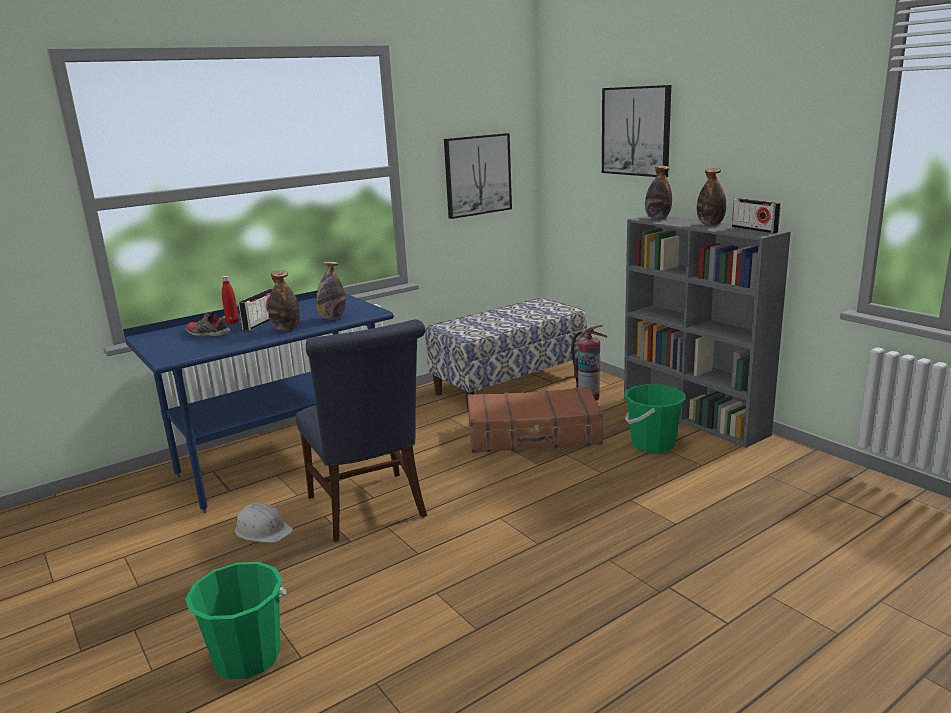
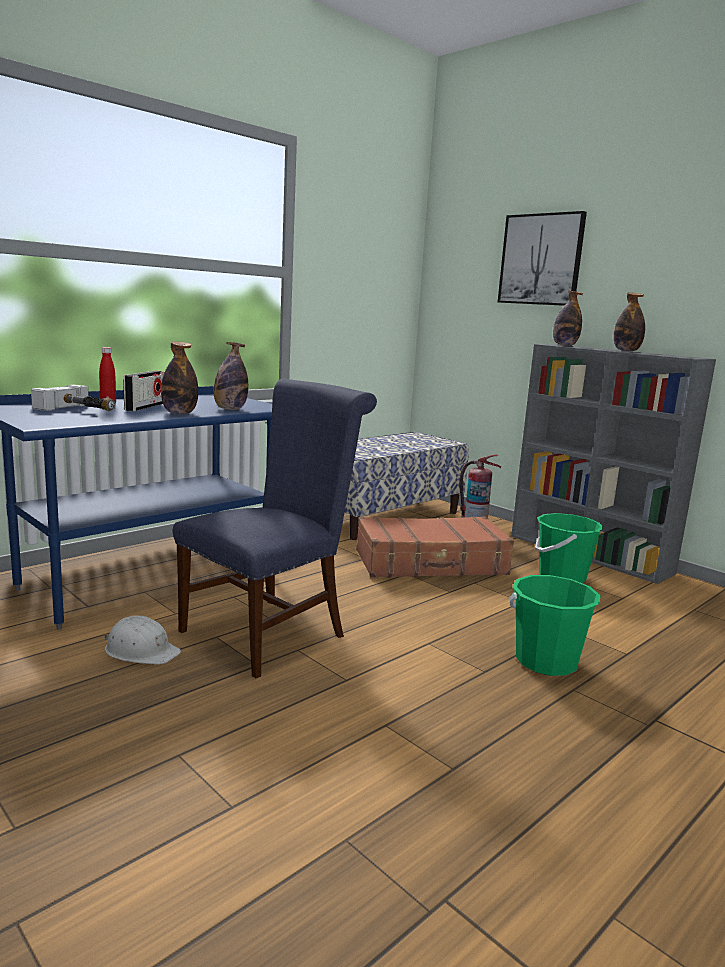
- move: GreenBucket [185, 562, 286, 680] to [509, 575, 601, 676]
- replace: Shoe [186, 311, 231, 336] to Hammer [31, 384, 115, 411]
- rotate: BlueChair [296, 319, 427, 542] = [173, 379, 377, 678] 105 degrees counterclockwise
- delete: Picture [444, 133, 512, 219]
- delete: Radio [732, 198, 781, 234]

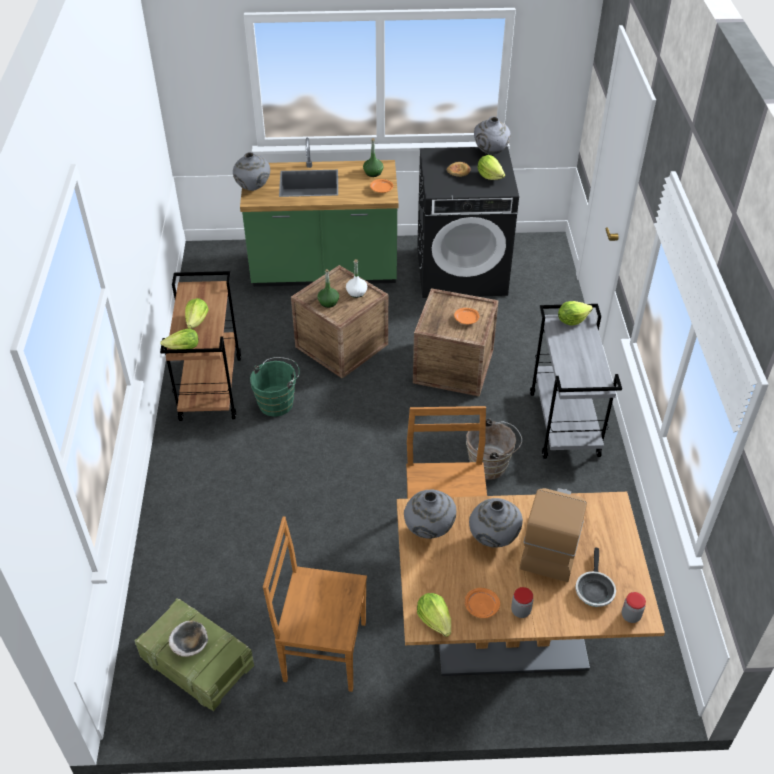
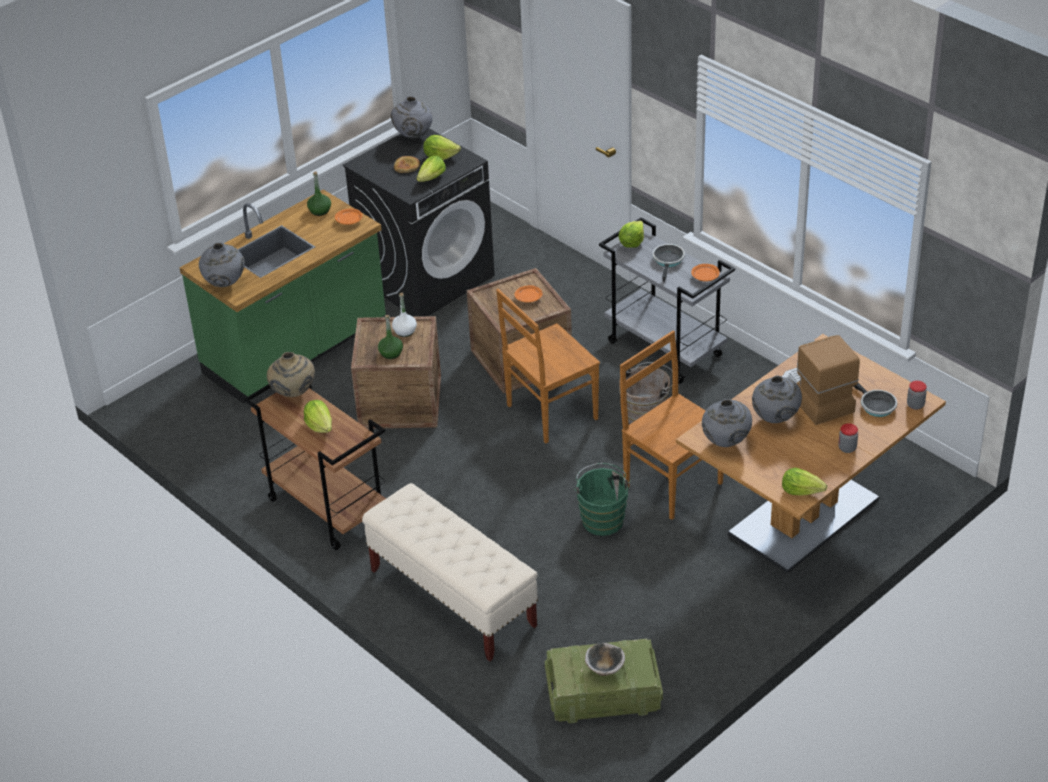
- move: Lettuce [160, 328, 198, 349] to [416, 156, 446, 182]
- move: GreenBucket [250, 357, 299, 417] to [574, 463, 631, 536]
- move: BrownChair [263, 516, 367, 692] to [496, 289, 600, 443]
- move: OrangePlate [465, 588, 500, 618] to [691, 264, 720, 282]
- insert: BeigeVase [267, 352, 315, 397]
- insert: BeigeBench [362, 483, 538, 661]
- insert: FryingPan [653, 244, 685, 282]

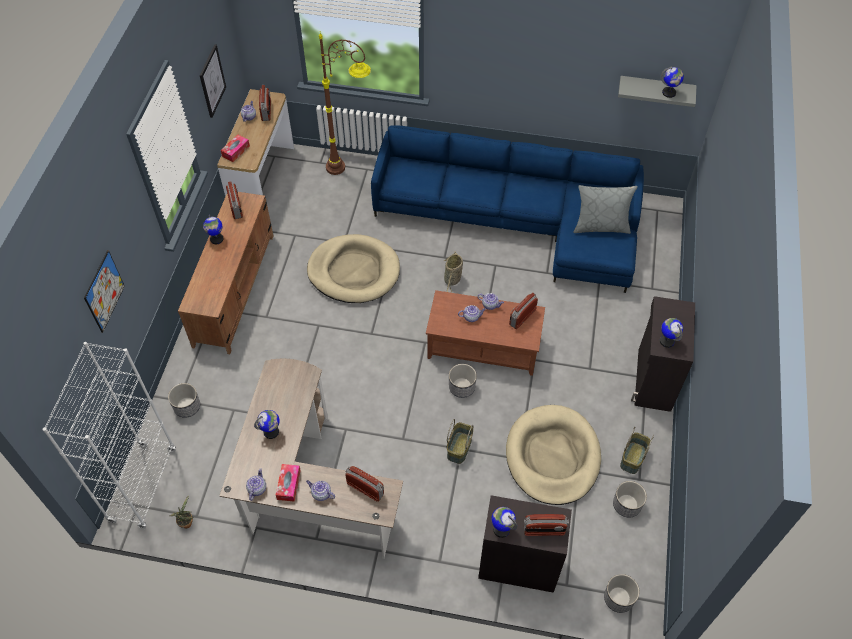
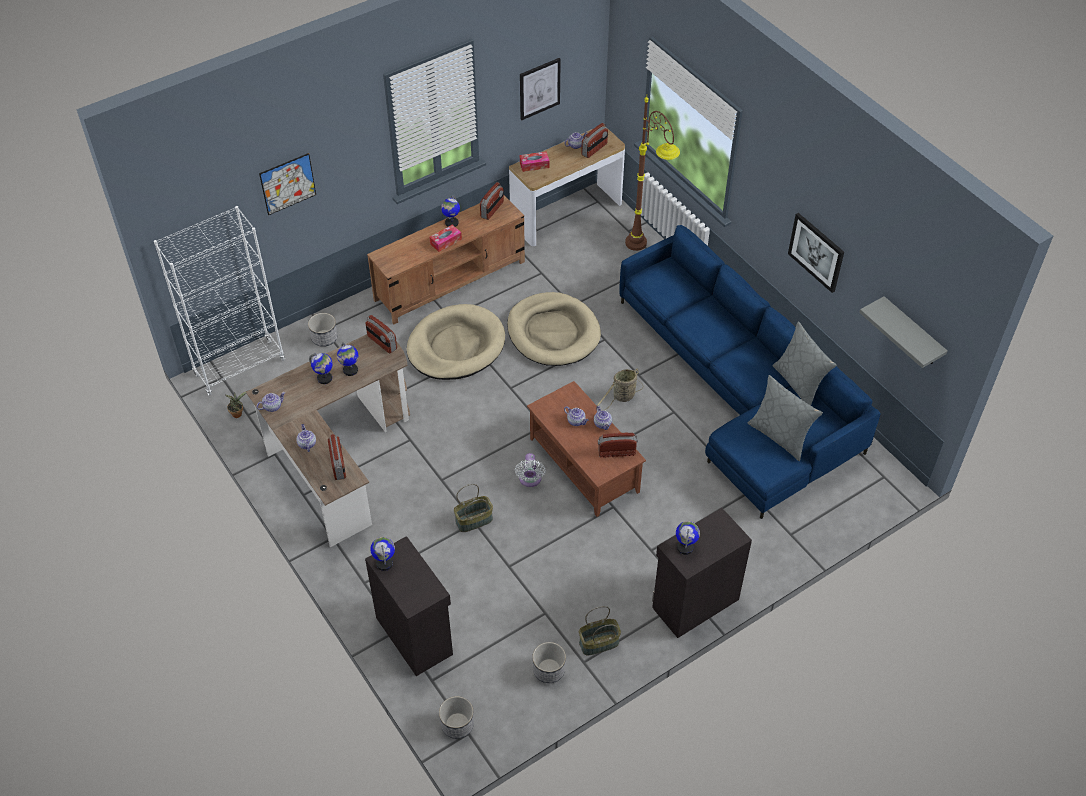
- move: TissueBox [276, 464, 301, 502] to [429, 224, 462, 252]
- replace: Planter [449, 364, 477, 398] to WhiteFan [515, 453, 546, 487]
- move: BeigeDogBed [506, 405, 601, 505] to [407, 304, 505, 380]
- move: Radio [524, 514, 569, 536] to [366, 315, 397, 353]
- move: Globe [661, 66, 684, 98] to [337, 343, 358, 376]
- insert: GreyPillow [773, 321, 837, 405]
- insert: Picture [788, 213, 844, 293]

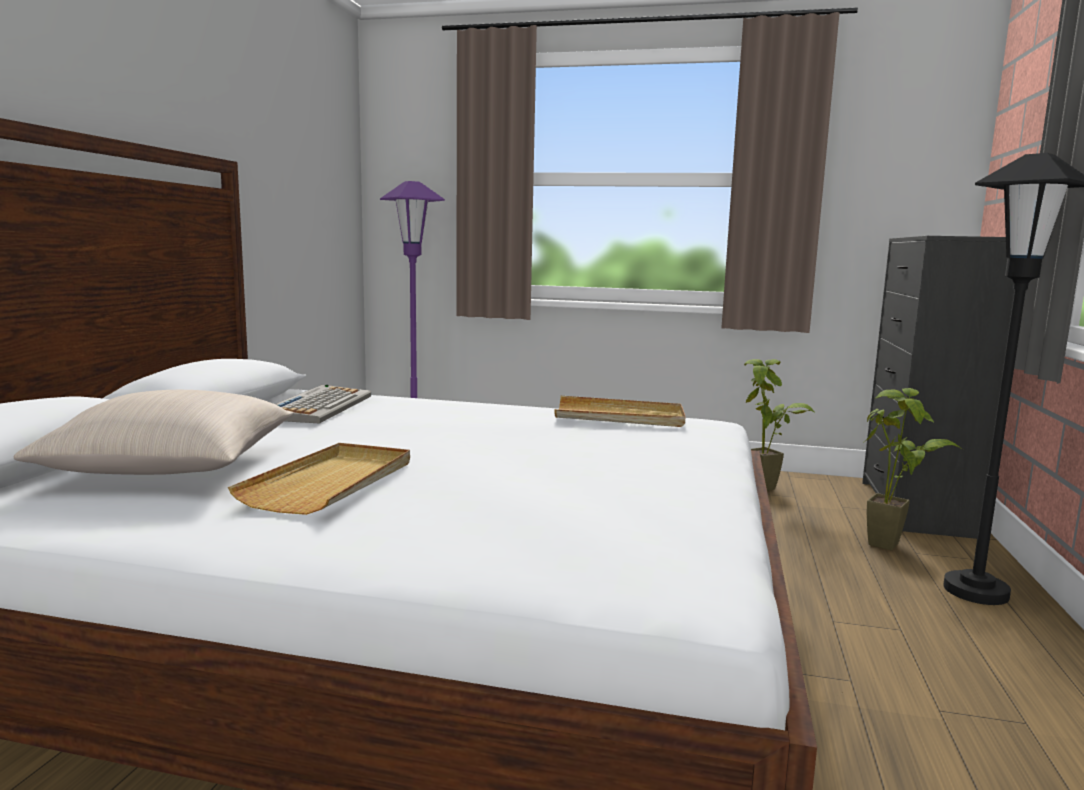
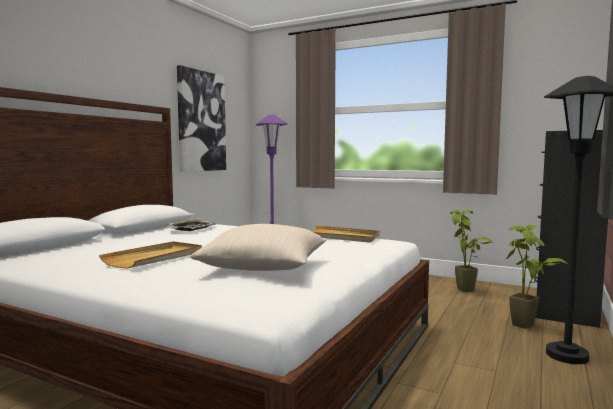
- move: BeigePillow [14, 390, 294, 475] to [190, 224, 327, 271]
- replace: Keyboard [275, 385, 371, 424] to Tray [167, 220, 215, 231]
- insert: Picture [177, 65, 226, 172]

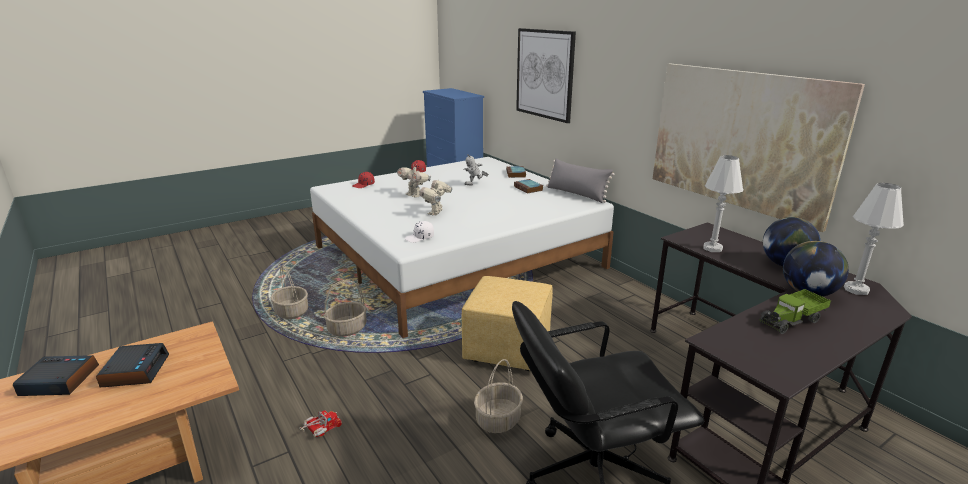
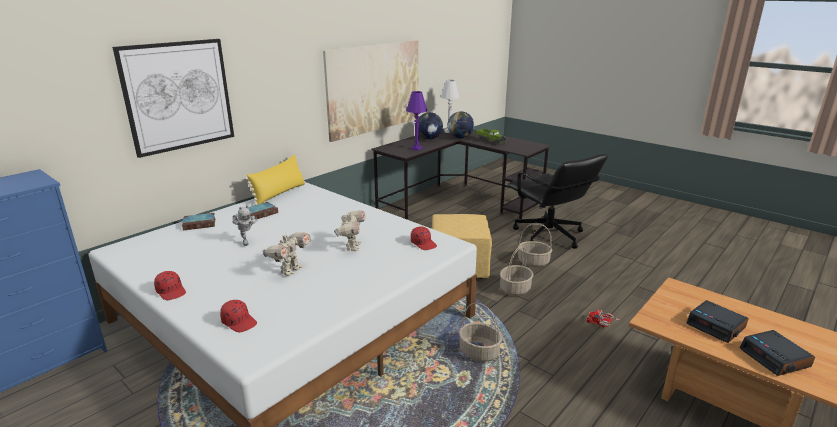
- rotate: AlarmClock [96, 343, 169, 387] = [687, 300, 749, 343] 105 degrees counterclockwise
- move: Basket [271, 265, 308, 319] to [500, 246, 533, 296]
- recolor: WhiteCap [404, 221, 434, 243] to RedCap [411, 226, 437, 250]
- rotate: ToyRobot [419, 180, 453, 215] = [334, 210, 366, 251] 90 degrees counterclockwise
- recolor: GreyPillow [546, 158, 615, 203] to YellowPillow [245, 155, 305, 205]
- recolor: WhiteTableLamp [703, 155, 743, 252] to PurpleTableLamp [406, 91, 427, 150]

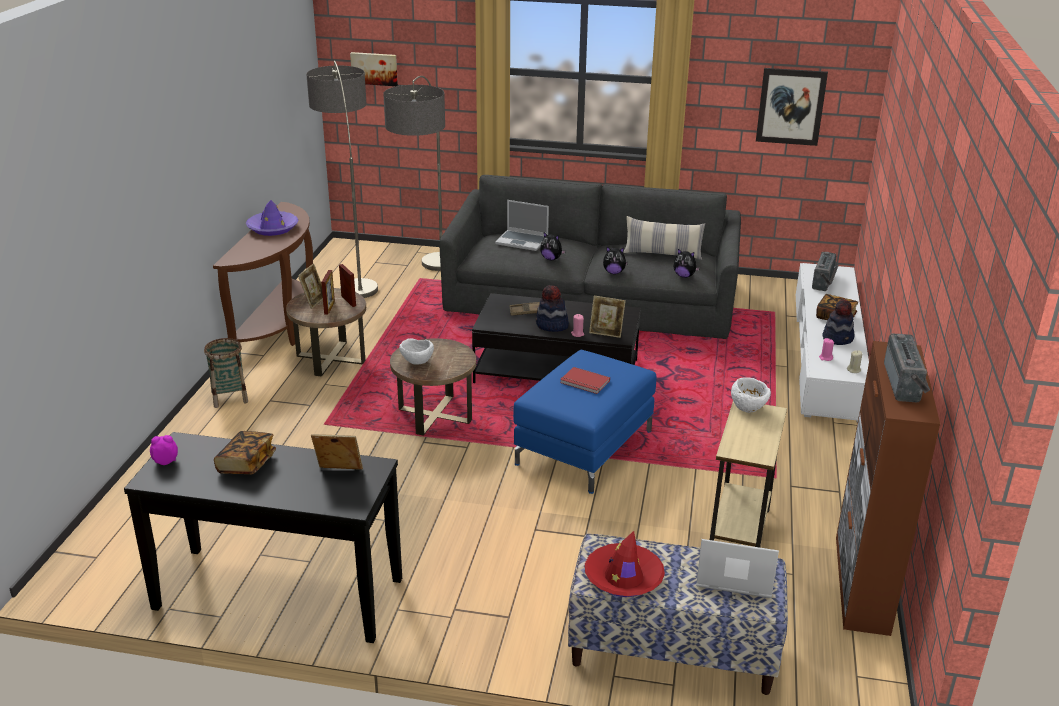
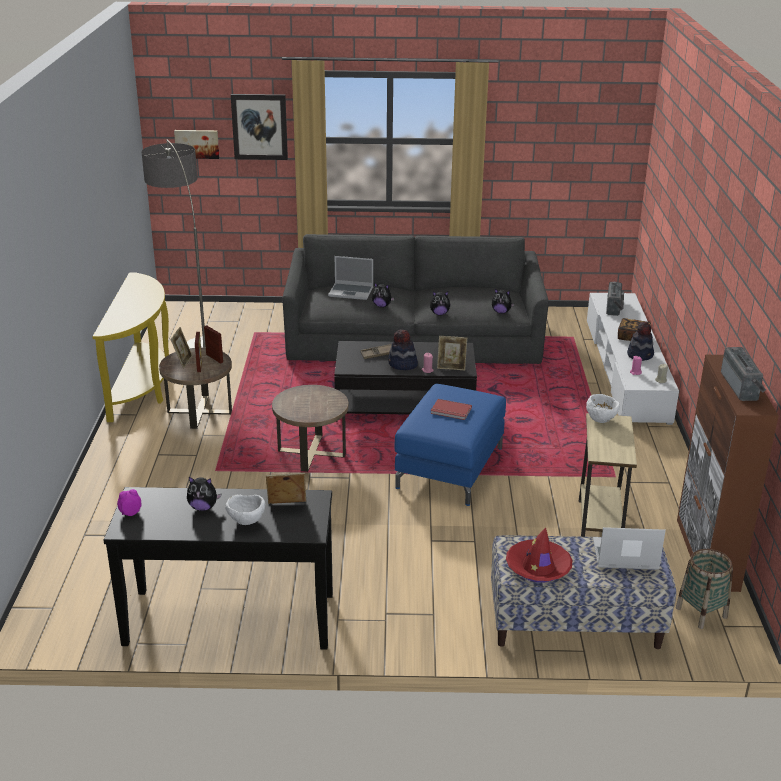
- move: Basket [204, 338, 248, 408] to [676, 549, 733, 629]
- recolor: BrownConsoleTable [213, 202, 313, 346] to YellowConsoleTable [92, 272, 169, 422]
- replace: Book [214, 431, 276, 474] to PlushToy [187, 477, 222, 511]
- delete: PurpleHat [246, 200, 298, 236]
- delete: FloorLamp [383, 76, 445, 271]
- move: WhiteBowl [399, 338, 434, 365] to [225, 494, 265, 525]
- delete: Pillow [623, 216, 705, 260]
- move: Picture [756, 68, 828, 146] to [231, 94, 288, 160]

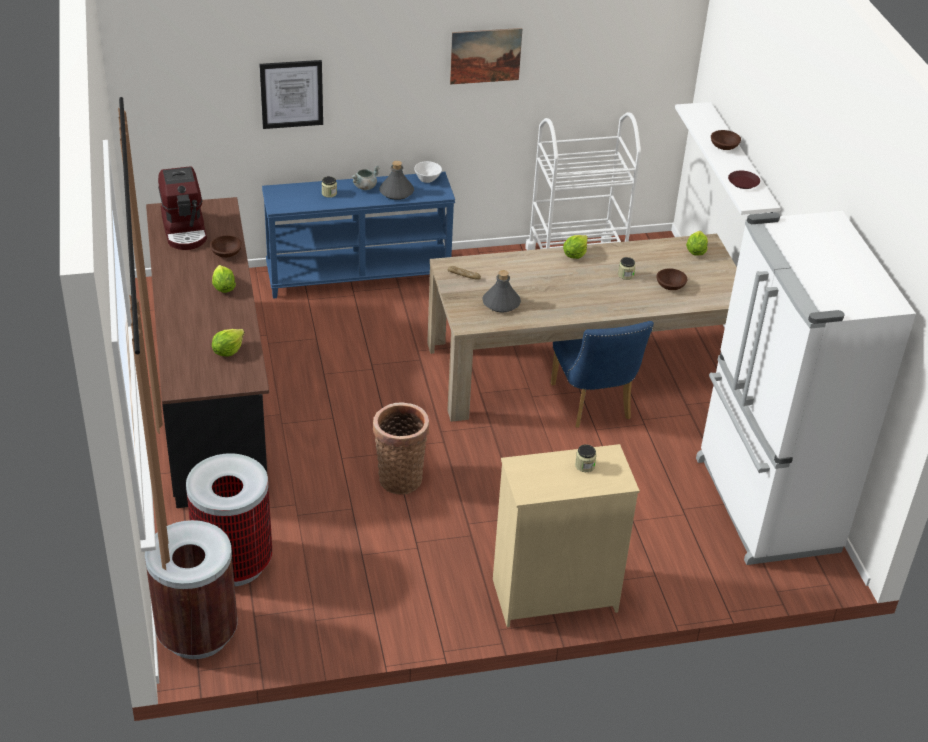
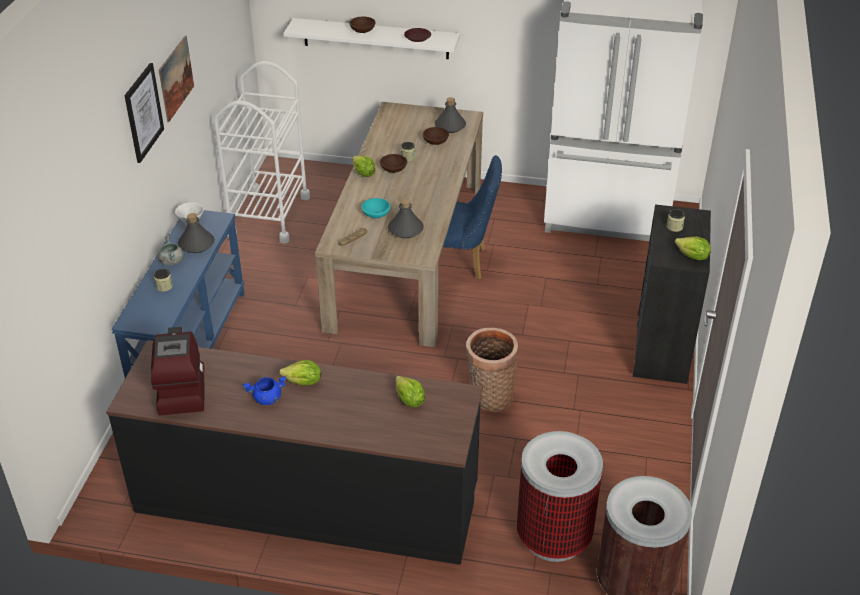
- rotate: CoffeeMachine [158, 166, 207, 250] = [151, 327, 205, 416] 105 degrees counterclockwise
- move: BrownBowl [210, 236, 242, 258] to [380, 154, 407, 173]
- move: Picture [259, 60, 323, 129] to [124, 63, 164, 163]
- recolor: BeigeDresser [493, 444, 640, 627] to BlackDresser [633, 204, 711, 384]
- move: Lettuce [686, 231, 708, 256] to [675, 237, 711, 260]
- insert: BlueCookingPot [243, 376, 286, 405]
- insert: TurquoiseBowl [361, 198, 390, 218]
- insert: GreyBottle [435, 97, 466, 133]

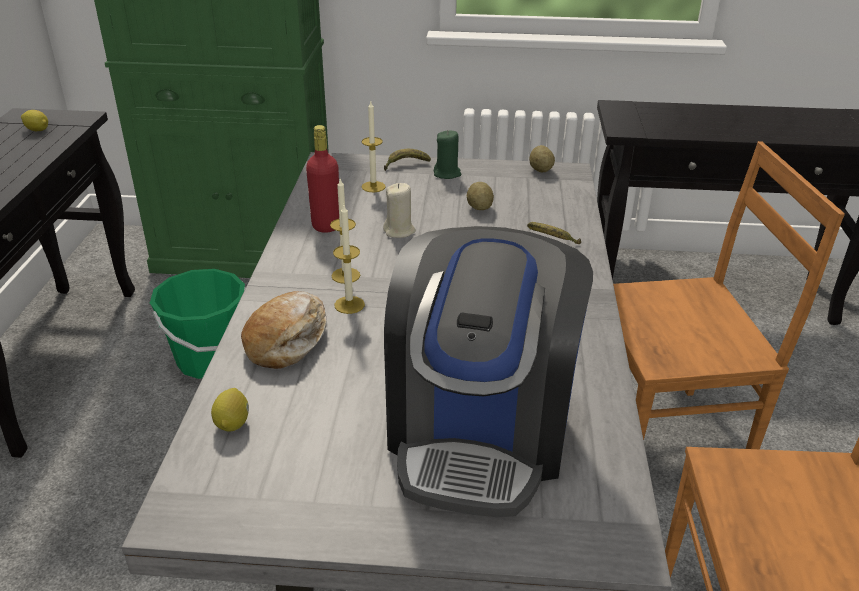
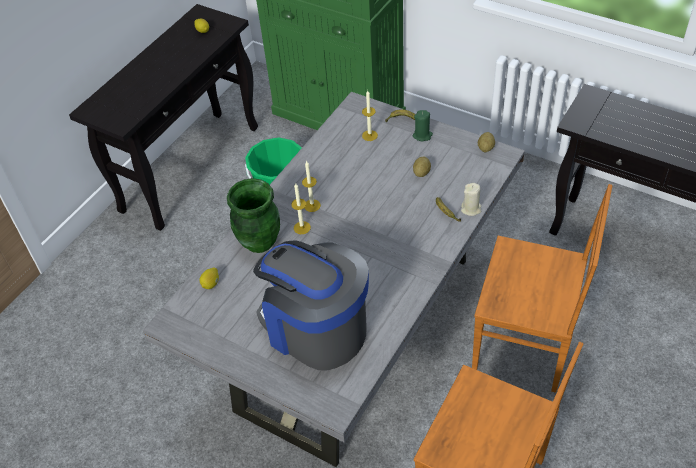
- replace: Bread [241, 291, 327, 369] to GreenVase [227, 178, 280, 253]
- delete: RedBottle [306, 125, 339, 233]
- move: BeigeCandle [383, 183, 416, 238] to [461, 183, 481, 216]
- rotate: CoffeeMachine [384, 226, 593, 517] = [253, 240, 369, 371] 90 degrees clockwise

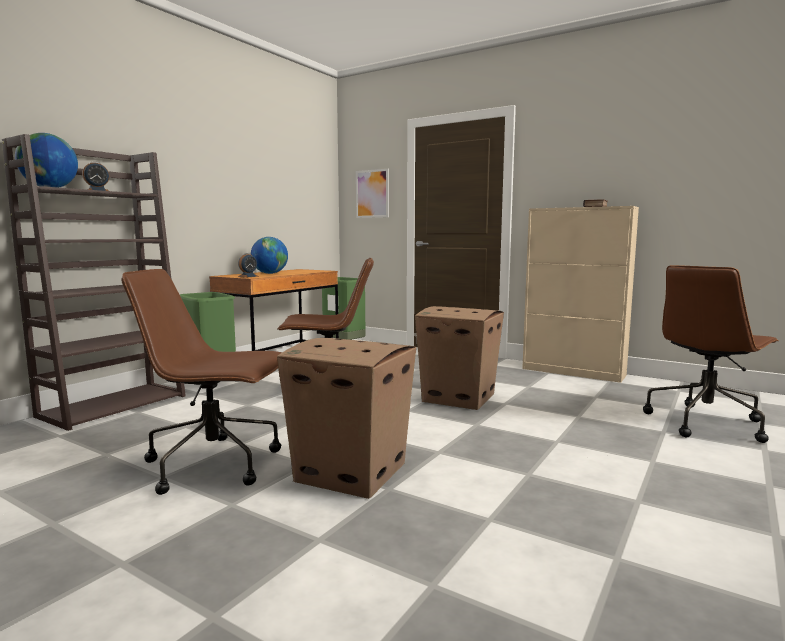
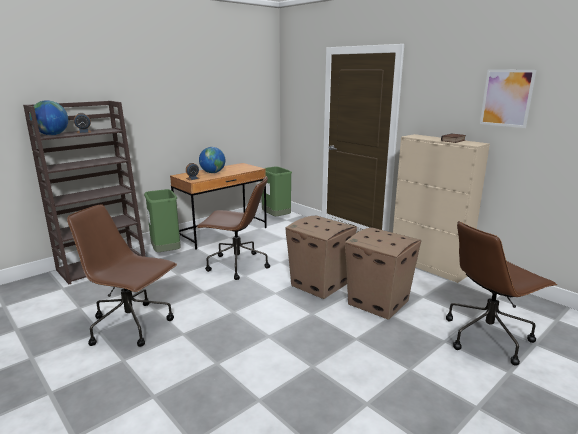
- move: CardboardBox [277, 338, 416, 499] to [345, 227, 421, 320]
- move: Picture [356, 169, 389, 218] to [480, 70, 536, 128]

